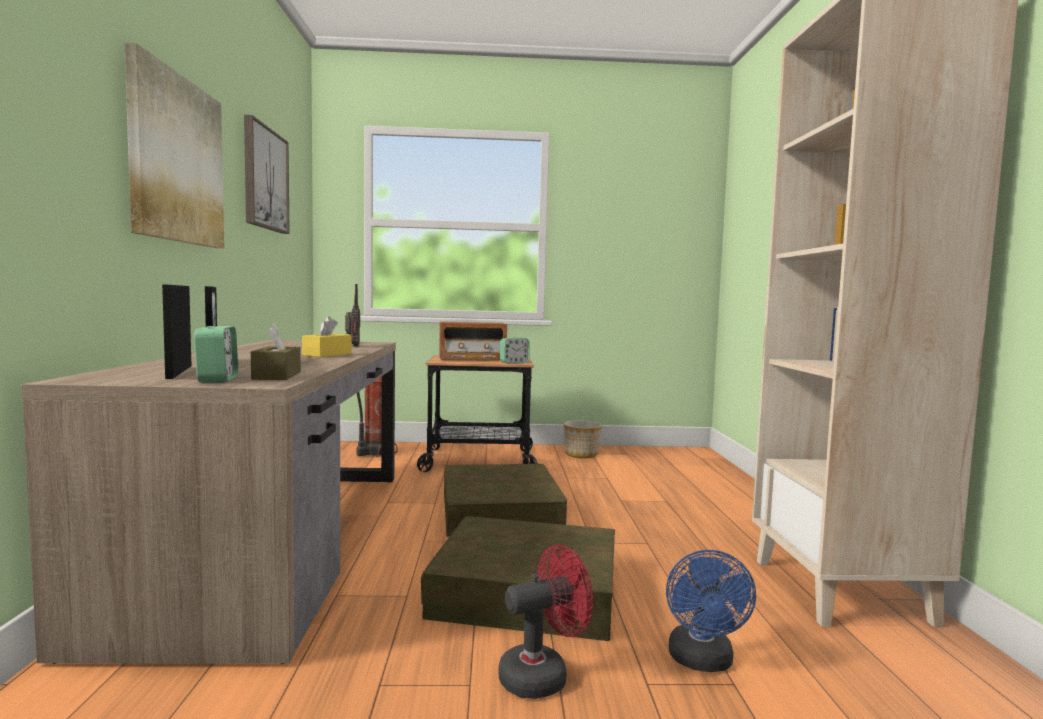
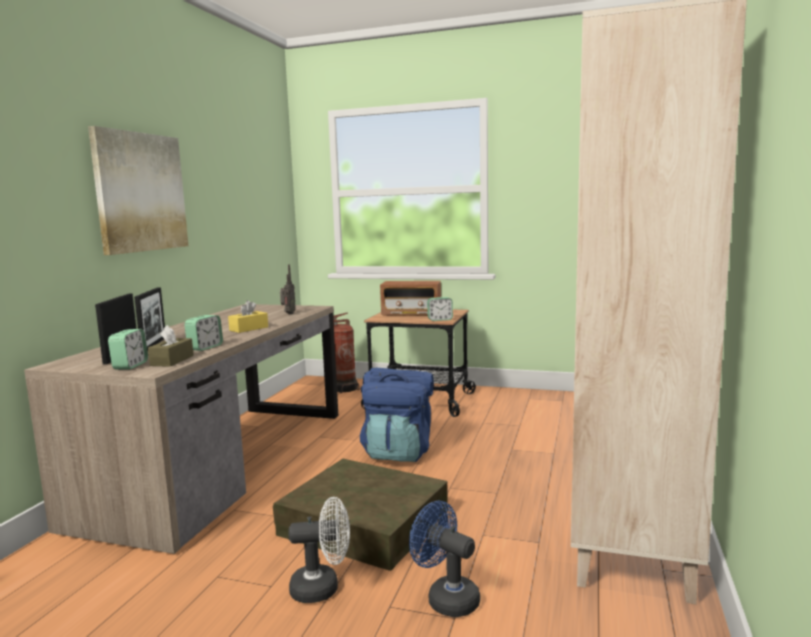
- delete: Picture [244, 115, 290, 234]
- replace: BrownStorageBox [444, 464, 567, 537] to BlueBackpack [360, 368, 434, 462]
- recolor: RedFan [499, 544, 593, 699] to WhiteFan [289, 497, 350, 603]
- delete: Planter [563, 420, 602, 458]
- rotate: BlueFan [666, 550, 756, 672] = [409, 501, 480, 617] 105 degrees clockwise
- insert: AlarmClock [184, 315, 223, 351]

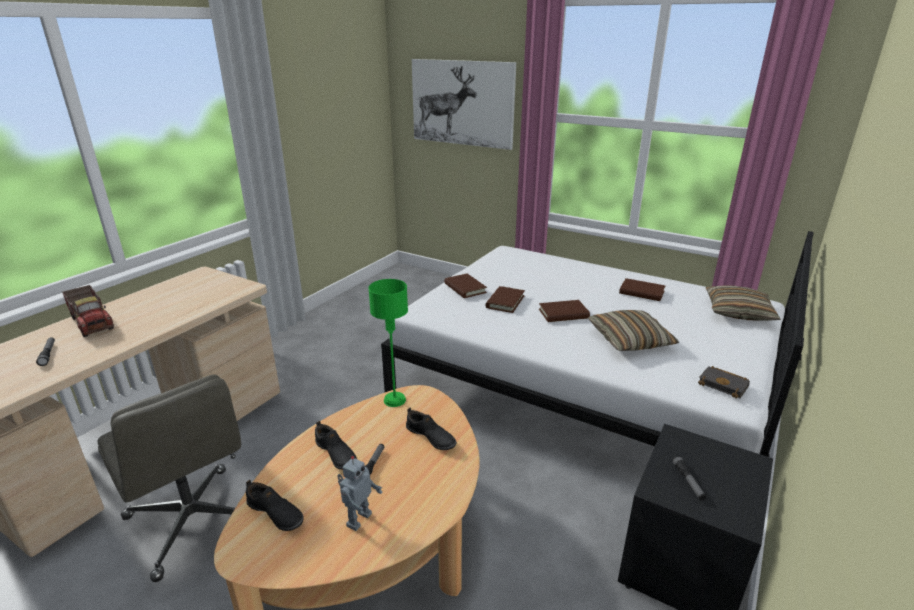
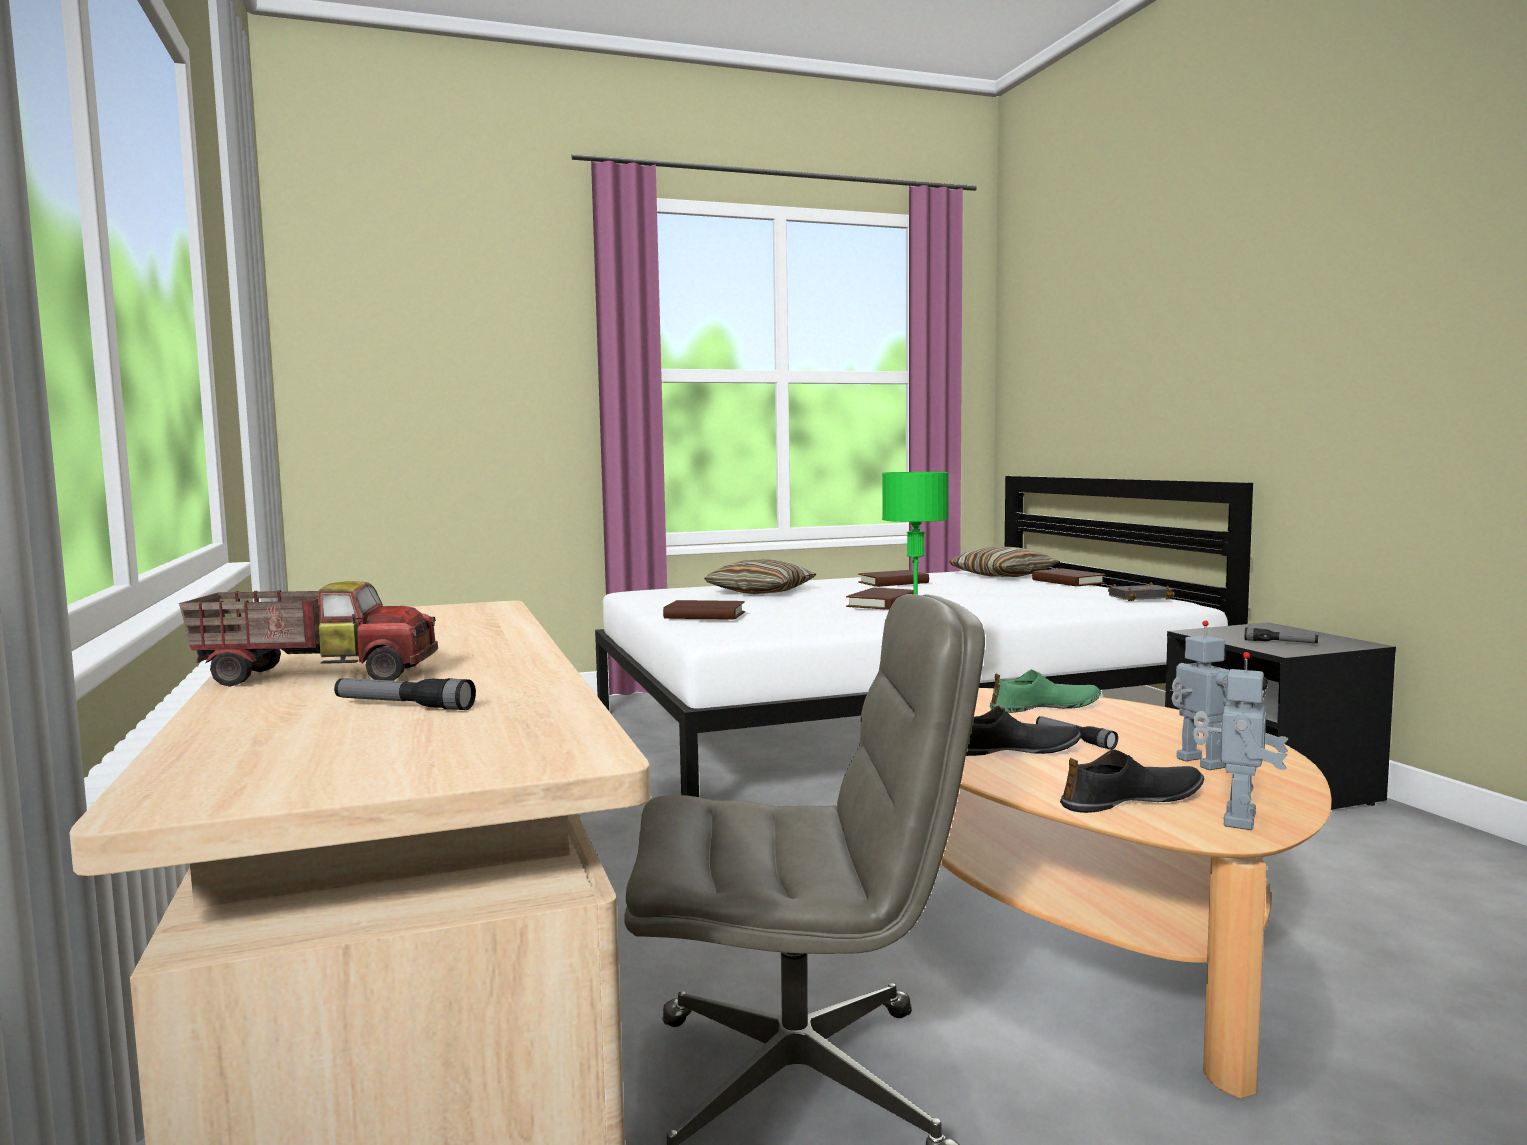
- recolor: BlackShoe [406, 407, 457, 450] to GreenShoe [990, 669, 1101, 713]
- delete: Picture [412, 59, 516, 150]
- move: BrownBook [485, 286, 525, 313] to [1032, 568, 1106, 586]
- move: Pillow [588, 310, 679, 351] to [704, 559, 817, 594]
- insert: ToyRobot [1192, 652, 1288, 830]

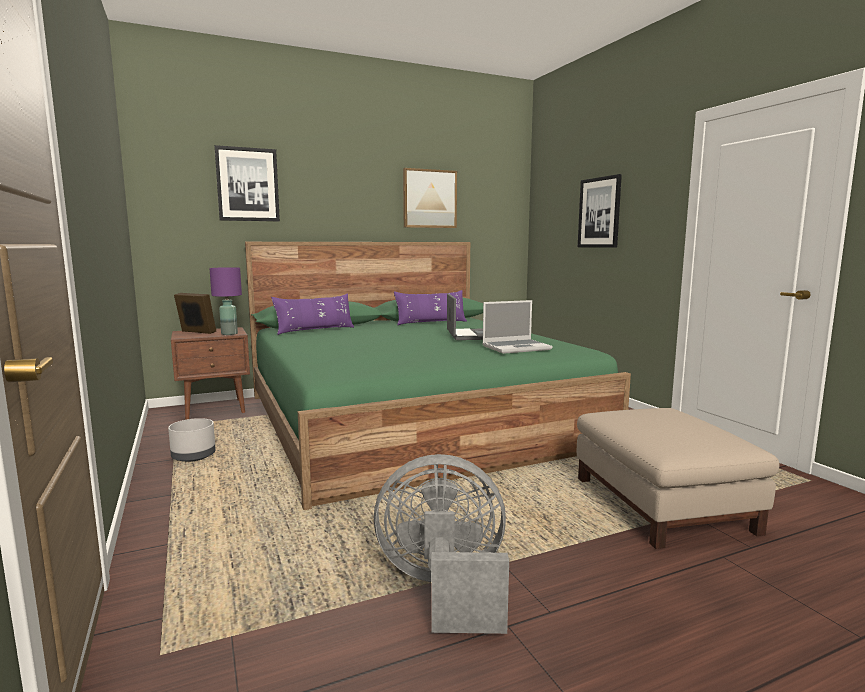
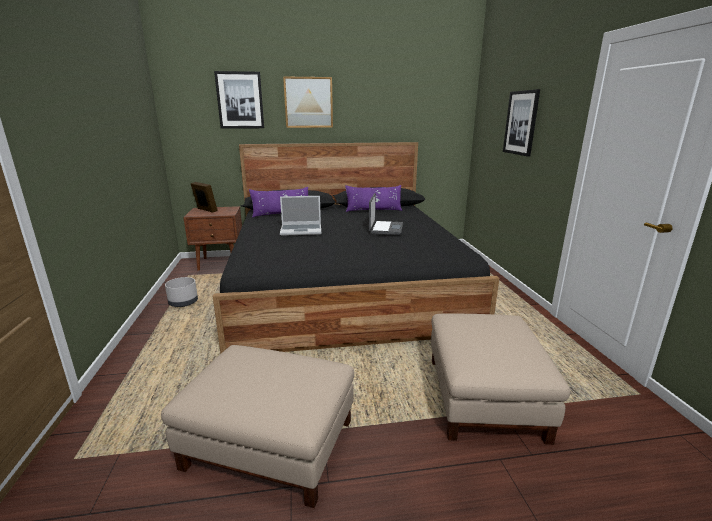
- delete: PurpleTableLamp [209, 267, 242, 335]
- recolor: GreenBed [245, 242, 631, 510] to BlackBed [213, 142, 499, 353]
- replace: GreyFan [374, 454, 509, 634] to BeigeOttoman [161, 345, 354, 508]
- move: Picture [403, 168, 457, 228] to [283, 76, 333, 128]
- move: Laptop [482, 300, 552, 354] to [280, 196, 321, 236]

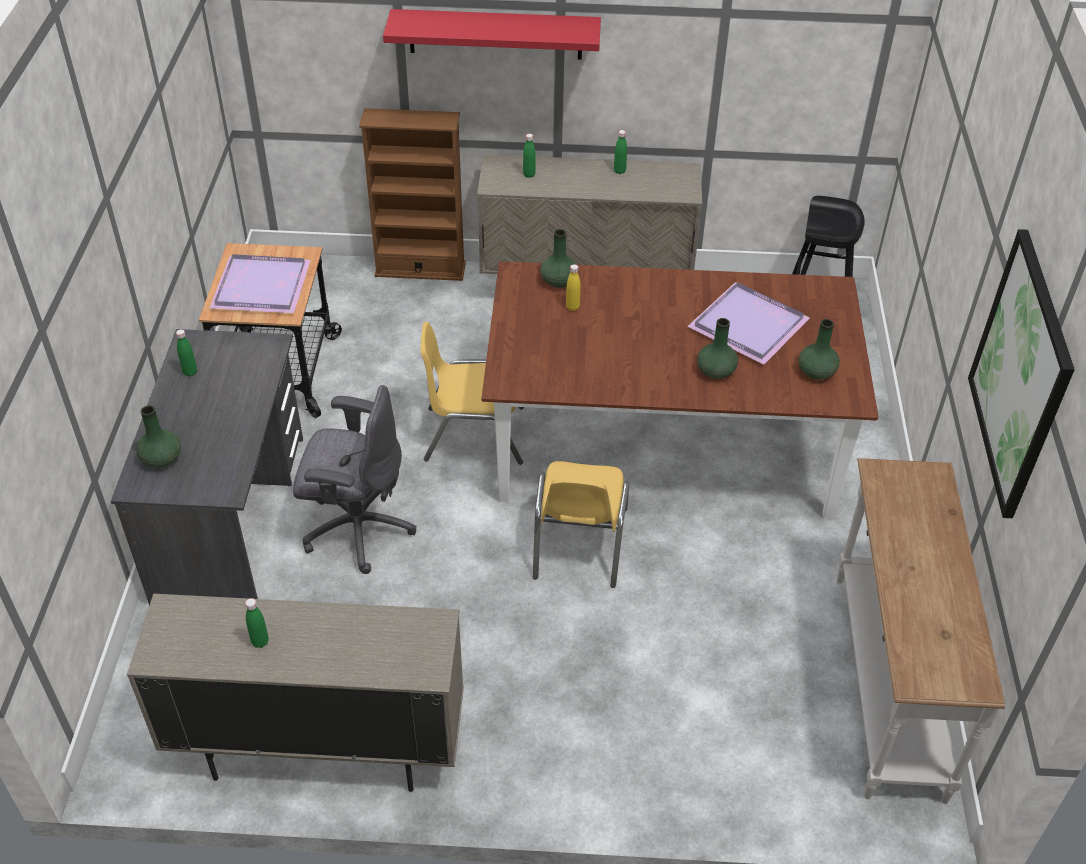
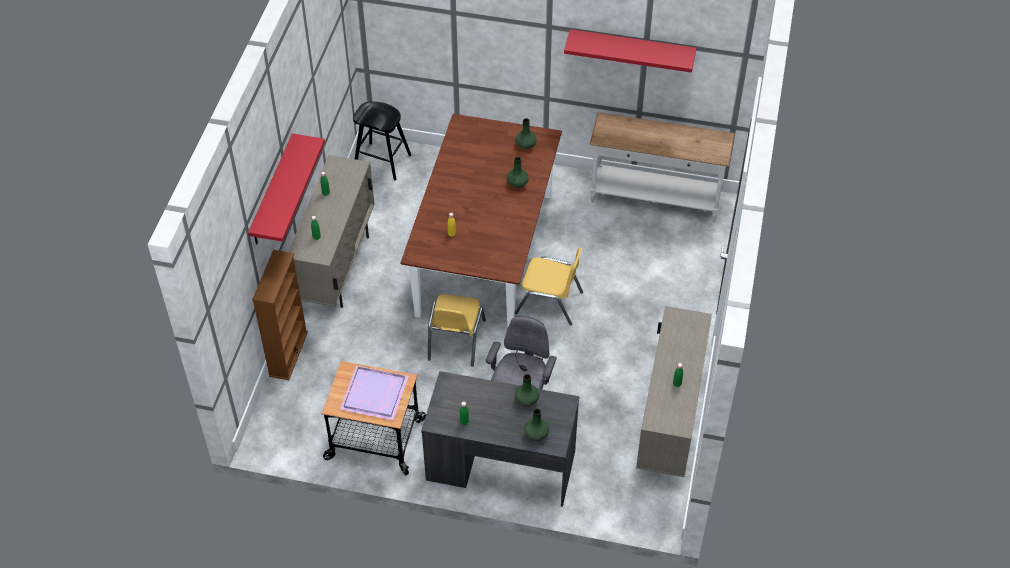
- move: GreenVase [540, 229, 577, 288] to [515, 374, 539, 407]
- delete: PurpleTray [687, 282, 810, 365]
- replace: Picture [968, 229, 1075, 518] to RedShelf [564, 29, 696, 73]

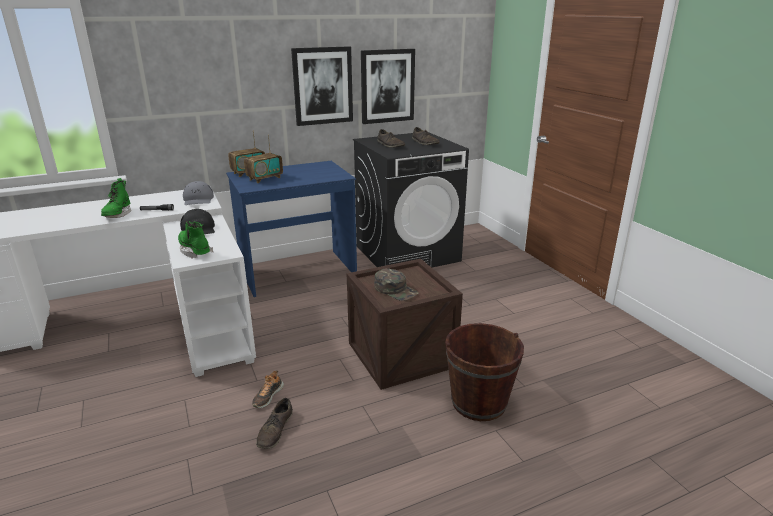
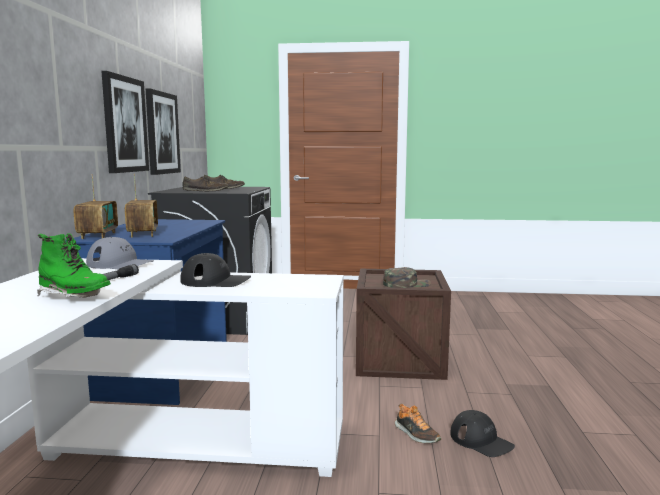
- delete: GreenBoot [178, 221, 213, 259]
- replace: BrownShoe [256, 398, 293, 449] to BlackCap [450, 410, 515, 457]
- delete: BrownBucket [445, 323, 524, 421]

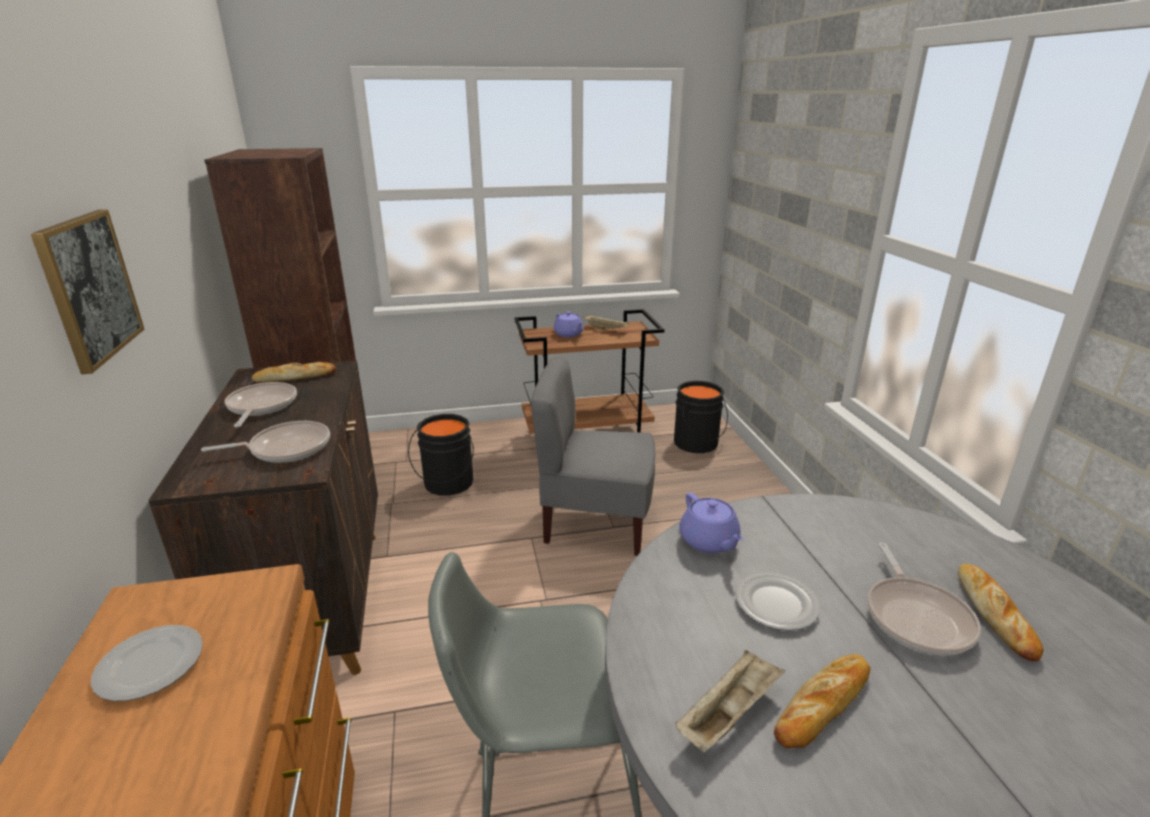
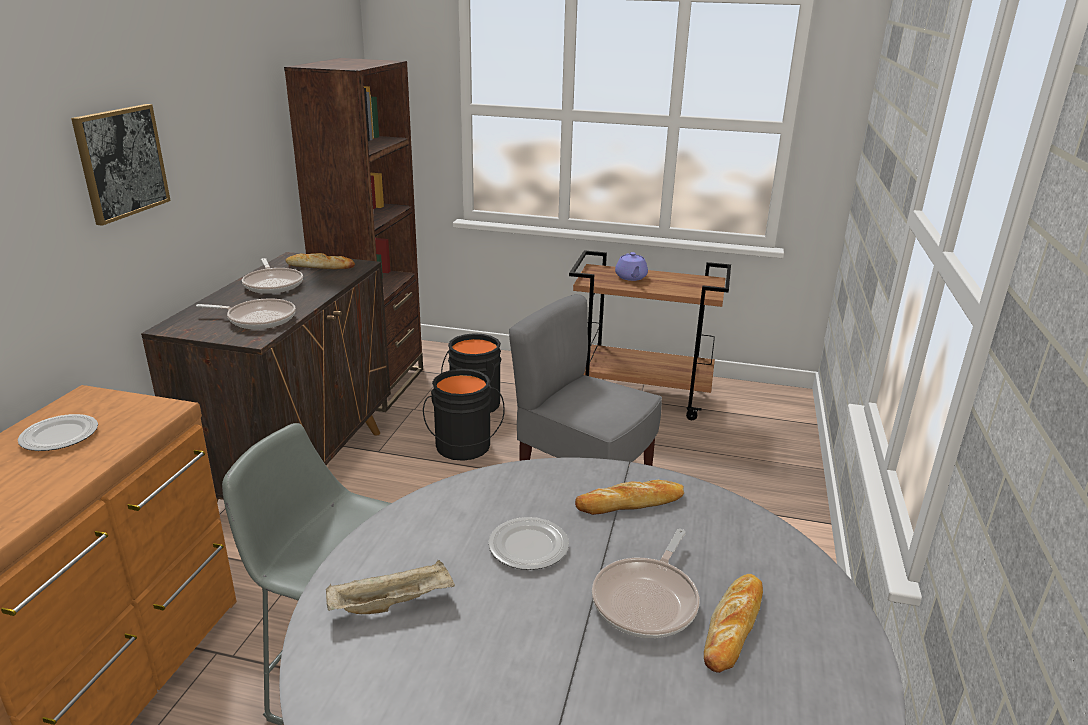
- rotate: FryingPan [225, 382, 297, 427] = [242, 258, 303, 294] 135 degrees clockwise
- delete: BeigeTray [583, 315, 628, 330]
- move: BlackBucket [674, 381, 728, 453] to [423, 369, 505, 461]
- delete: PurpleTeapot [679, 493, 743, 553]
- move: Bread [774, 654, 871, 748] to [575, 480, 684, 515]

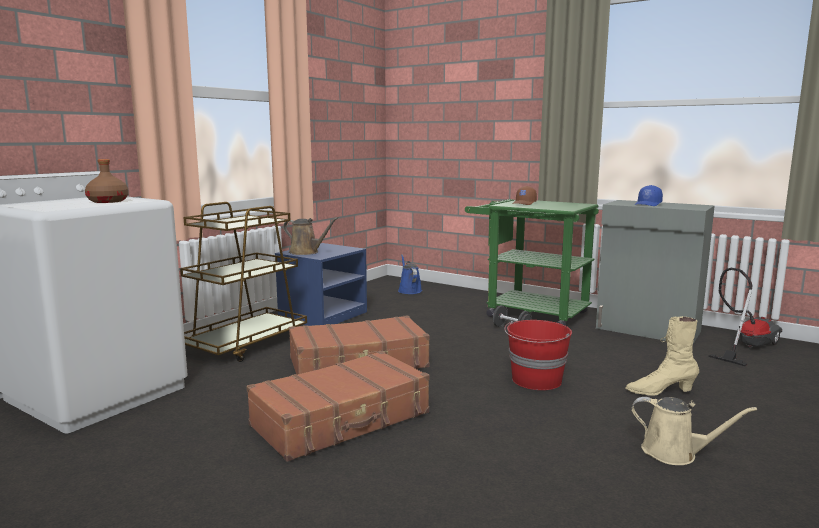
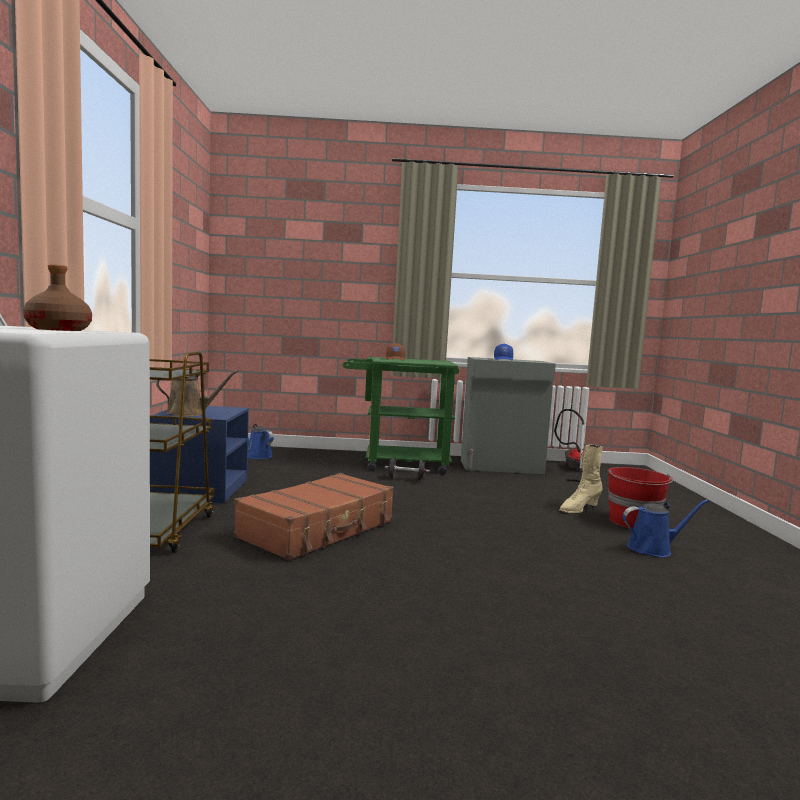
- delete: BrownSuitcase [246, 351, 429, 462]
- move: RedBucket [504, 320, 572, 390] to [608, 467, 673, 528]
- recolor: BeigeWateringCan [631, 397, 757, 465] to BlueWateringCan [623, 499, 709, 557]

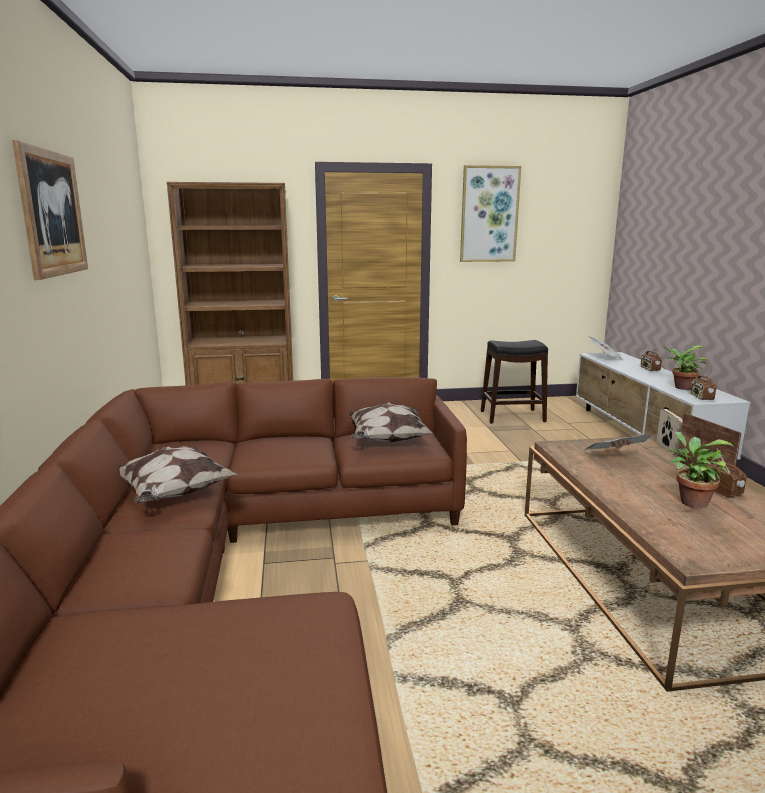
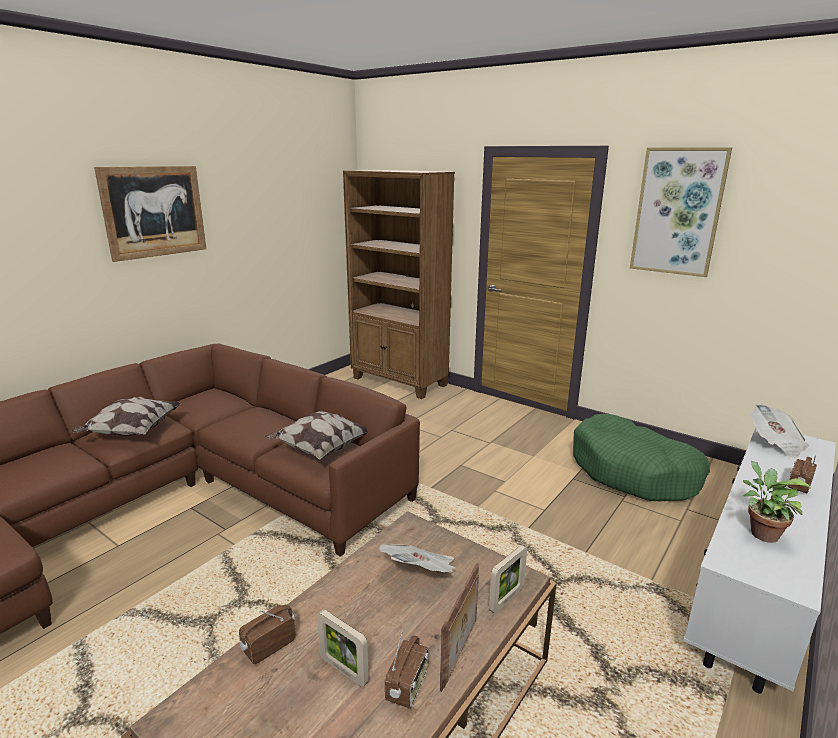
- replace: BlackStool [481, 340, 548, 423] to GreenDogBed [573, 414, 710, 501]
- replace: PottedPlant [669, 431, 733, 509] to PictureFrame [317, 609, 369, 687]
- move: Radio [690, 370, 717, 400] to [239, 605, 296, 664]

